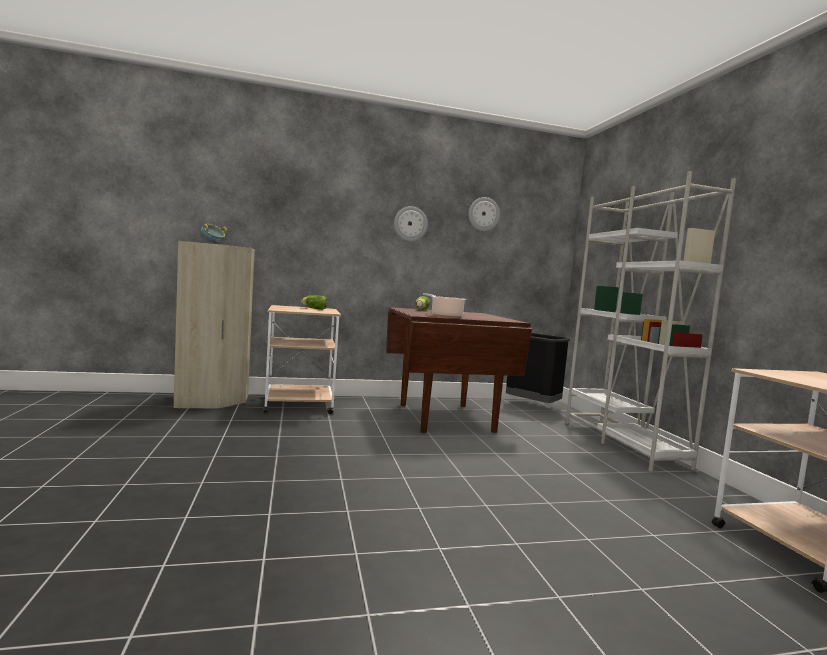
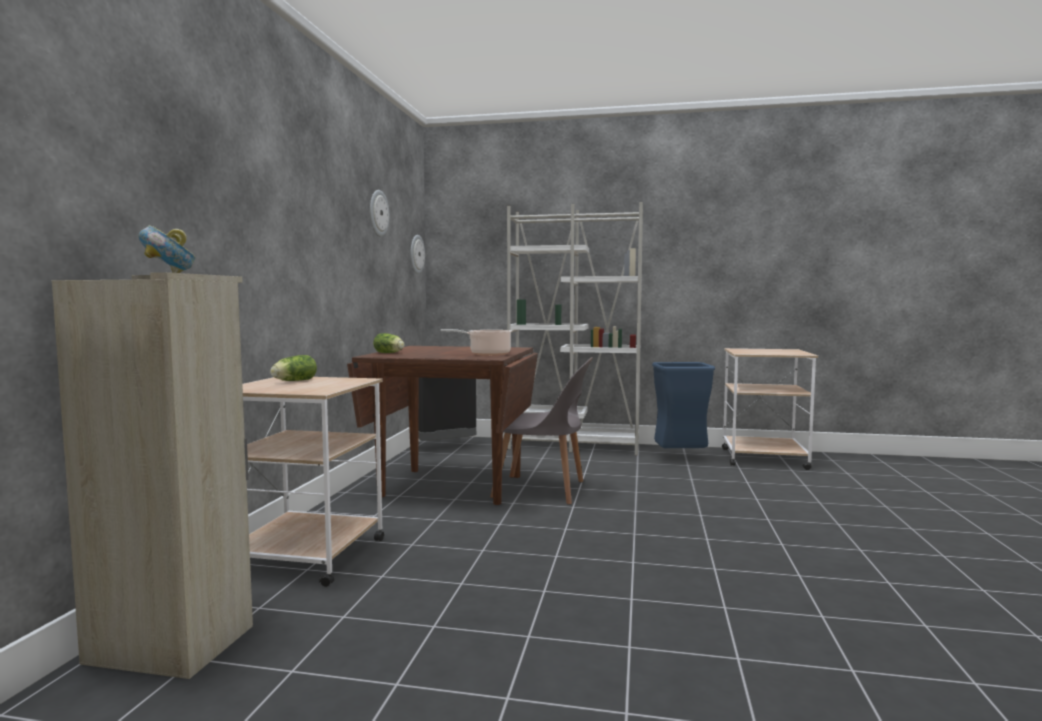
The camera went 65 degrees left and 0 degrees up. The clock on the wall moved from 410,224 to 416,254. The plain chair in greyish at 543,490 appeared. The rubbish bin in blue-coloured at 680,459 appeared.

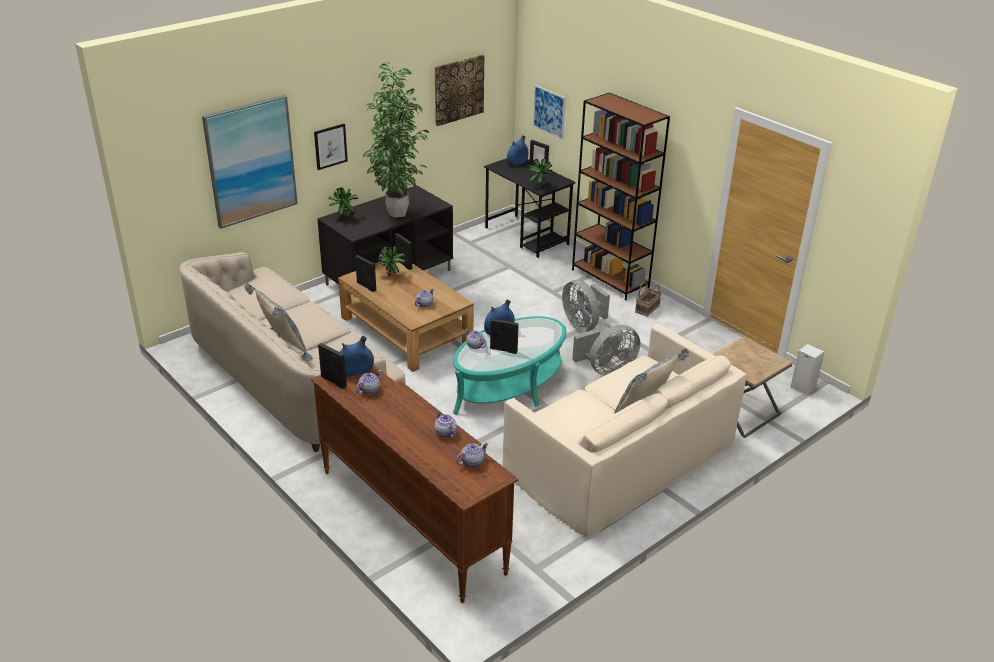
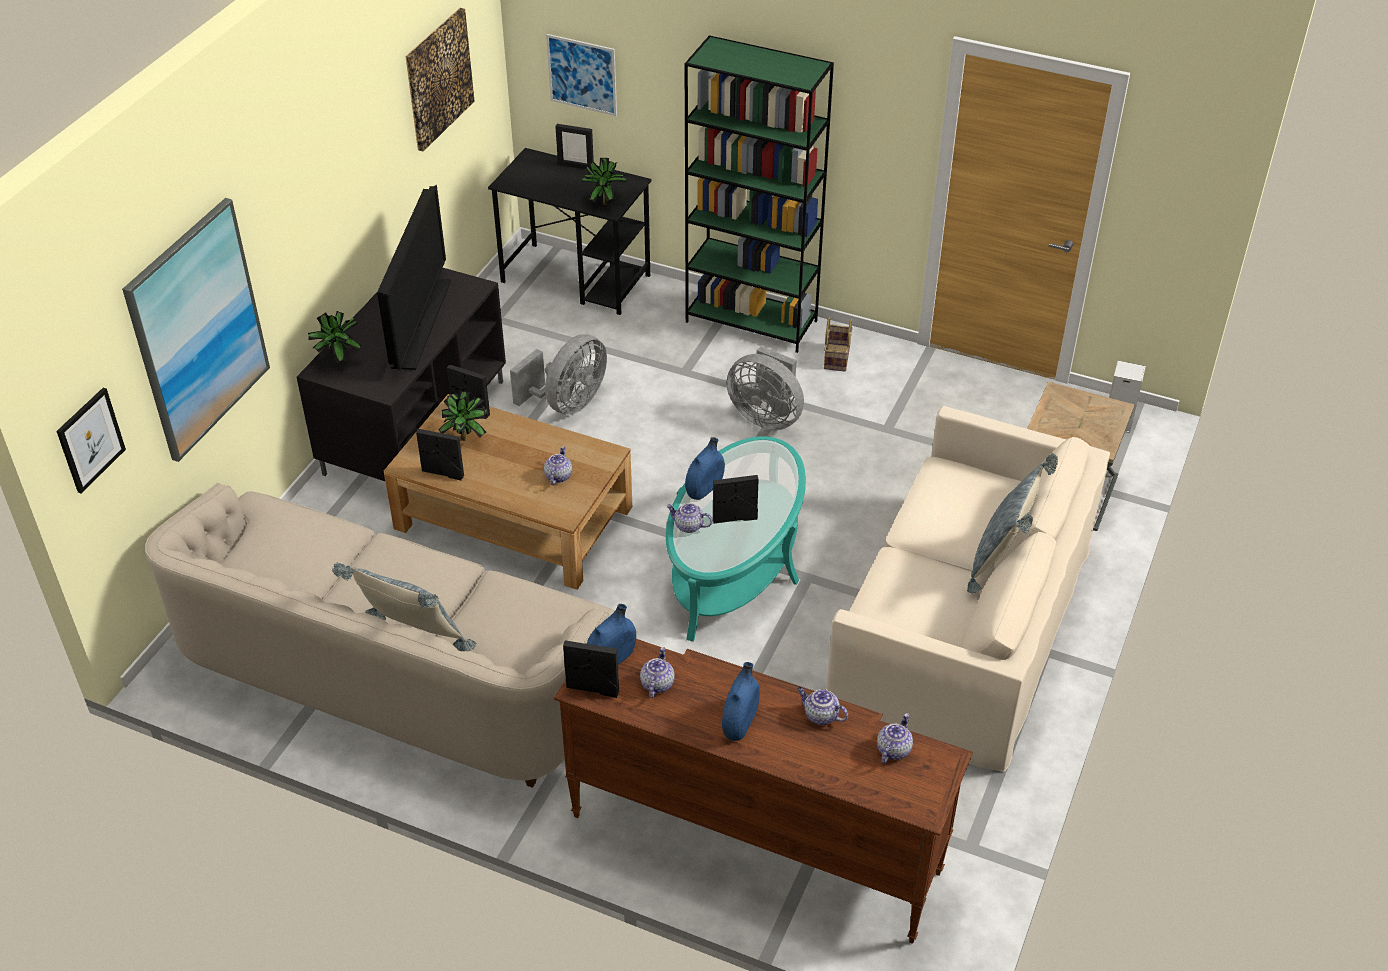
The camera went 25 degrees left and 10 degrees up. The wall picture moved from 330,146 to 90,440. The houseplant at 397,212 was replaced by the TV set at 420,323. The cooling fan in greyish moved from 606,370 to 567,403. The bookcase in brownish at 610,279 became the bookcase in green-coloured at 752,321. The decorative vase in blue-coloured moved from 517,163 to 740,721.

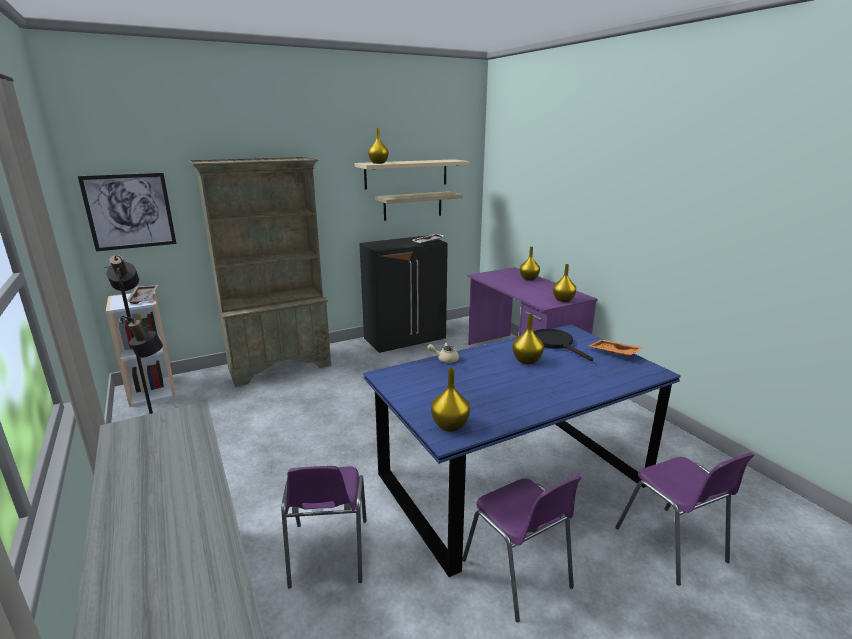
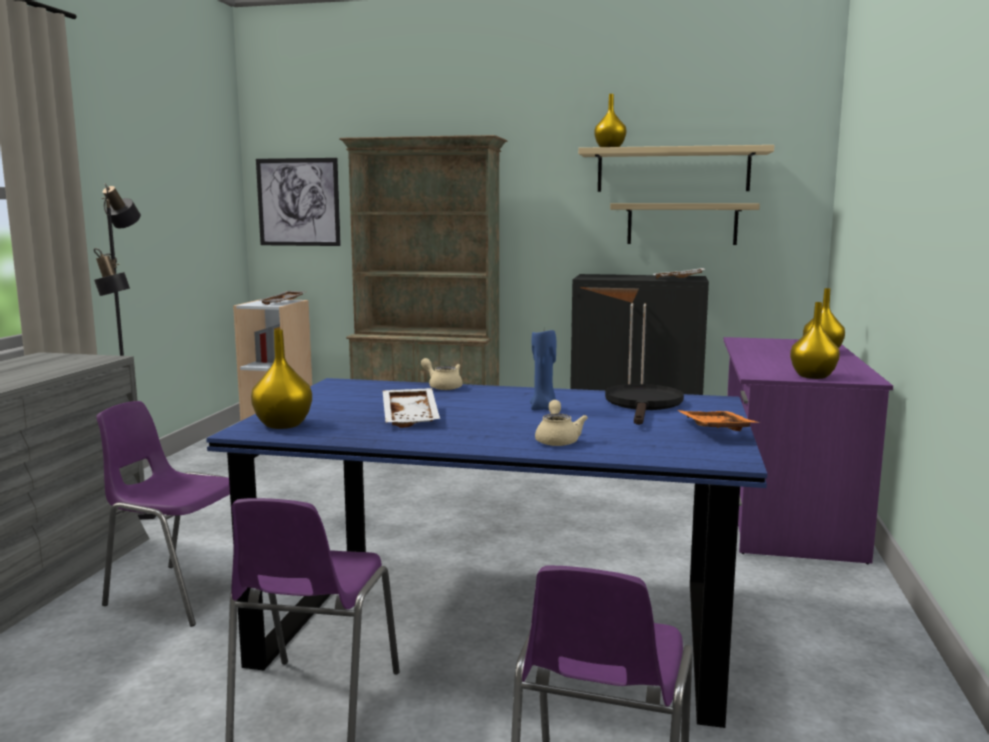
The camera went 40 degrees right and 10 degrees down. The plain chair in purplish at 328,554 turned 75 degrees clockwise. The serving tray in white-coloured at 412,417 appeared. The decorative vase in yellowish at 527,361 was replaced by the candle in blue-coloured at 544,408. The teapot in beige at 557,440 appeared.

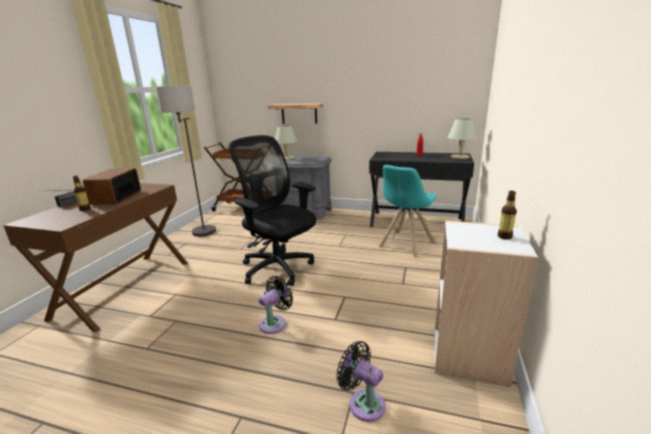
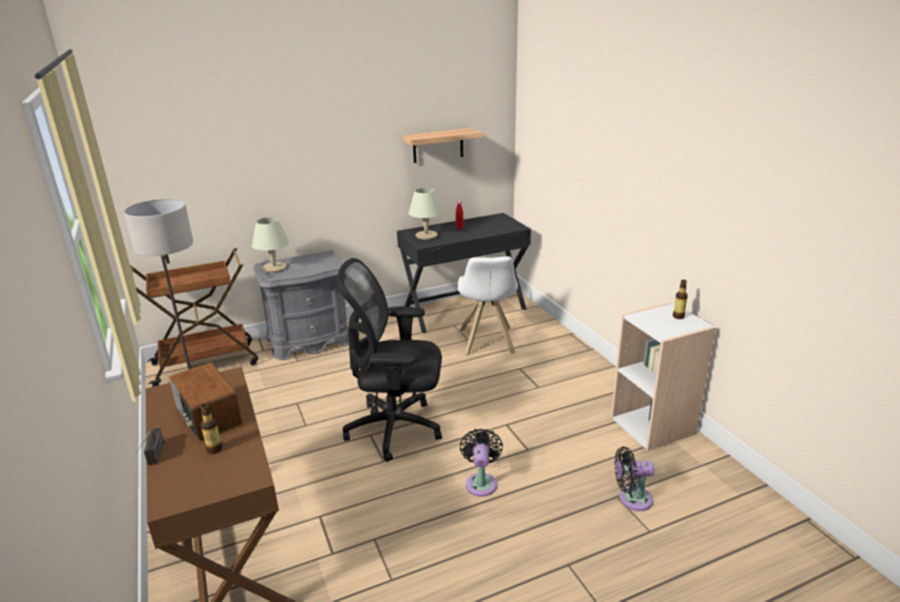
The camera went 40 degrees left and 5 degrees up. The shelf moved from 299,113 to 438,145. The table lamp in beige moved from 459,157 to 426,236. The plain chair in blue-green at 405,243 became the plain chair in white-coloured at 487,341.

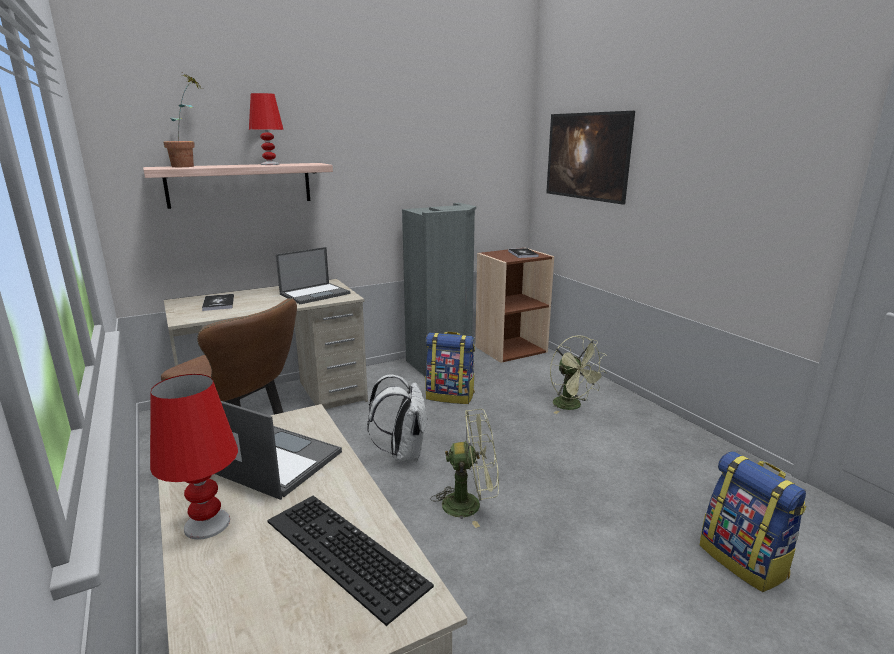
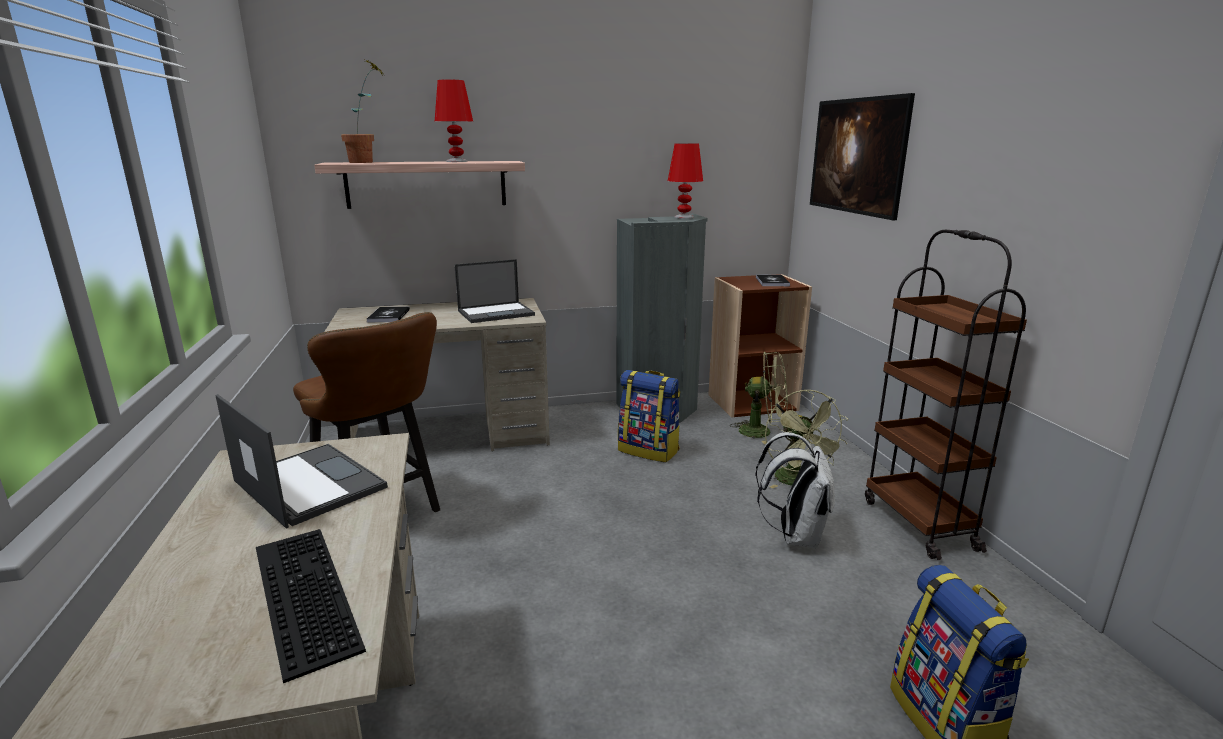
The camera went 15 degrees right and 0 degrees up. The table lamp in red moved from 206,524 to 683,217. The cooling fan in green-coloured moved from 470,504 to 762,432. The rucksack in white-coloured moved from 403,453 to 795,535. The wheeled cart in brownish at 919,524 appeared.

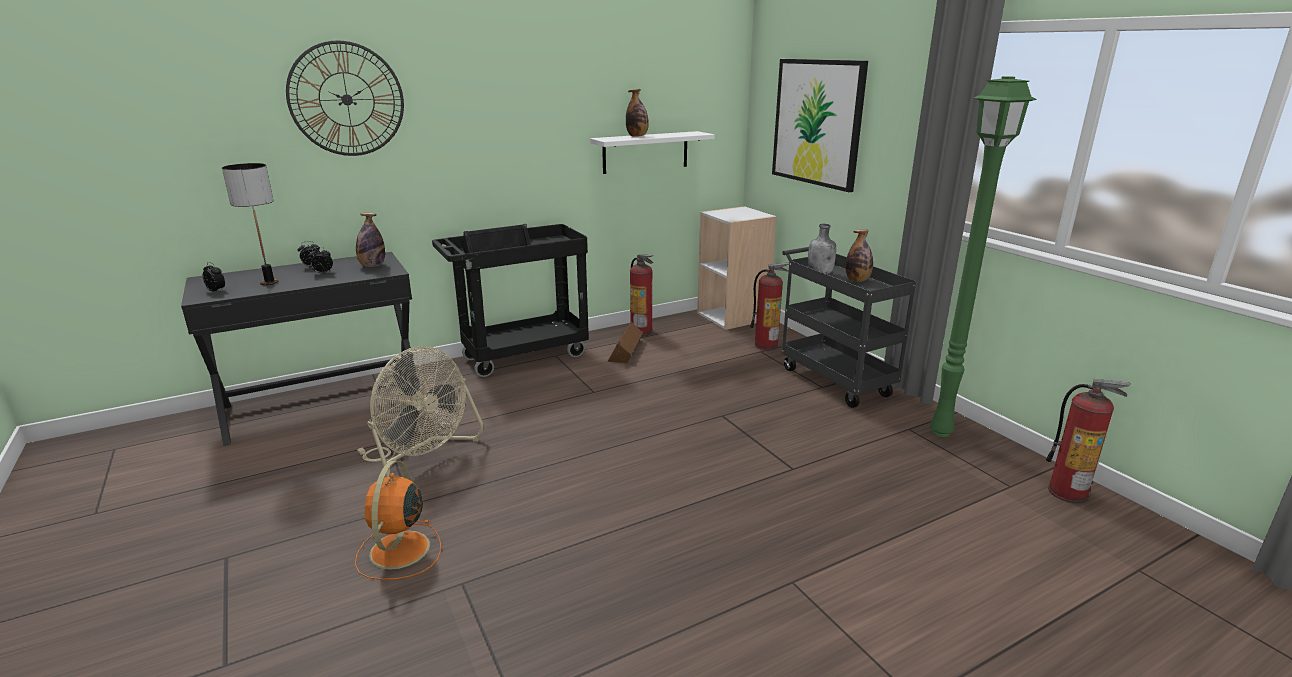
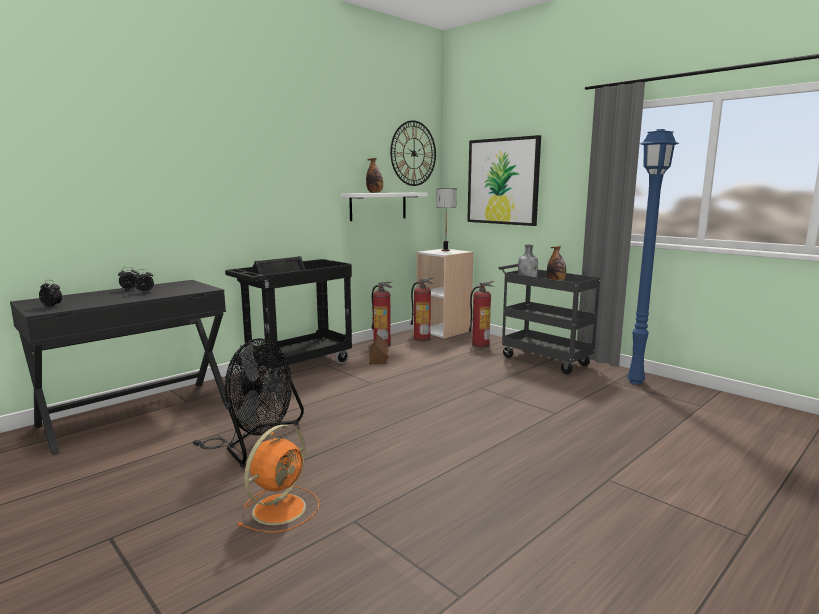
The camera went 15 degrees left and 10 degrees down. The cooling fan in beige at 418,459 became the cooling fan in blackish at 253,442. The cooling fan in orange at 399,551 turned 135 degrees counterclockwise. The clock on the wall moved from 347,99 to 413,153. The fire-fighting cylinder moved from 1068,492 to 422,339. The table lamp moved from 269,283 to 445,250. The standing lamp in green-coloured at 943,433 became the standing lamp in blue-coloured at 637,382. The drink bottle at 372,266 disappeared.

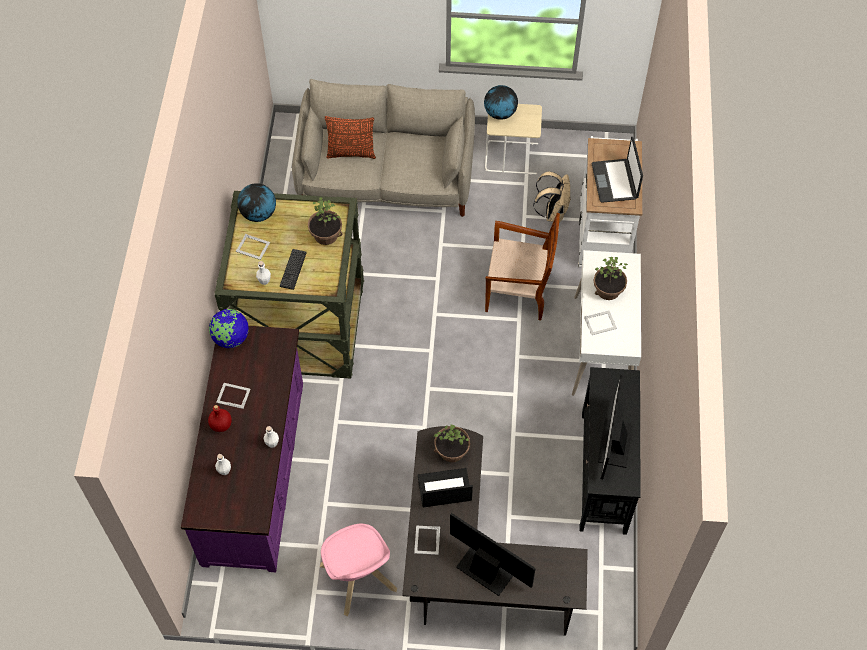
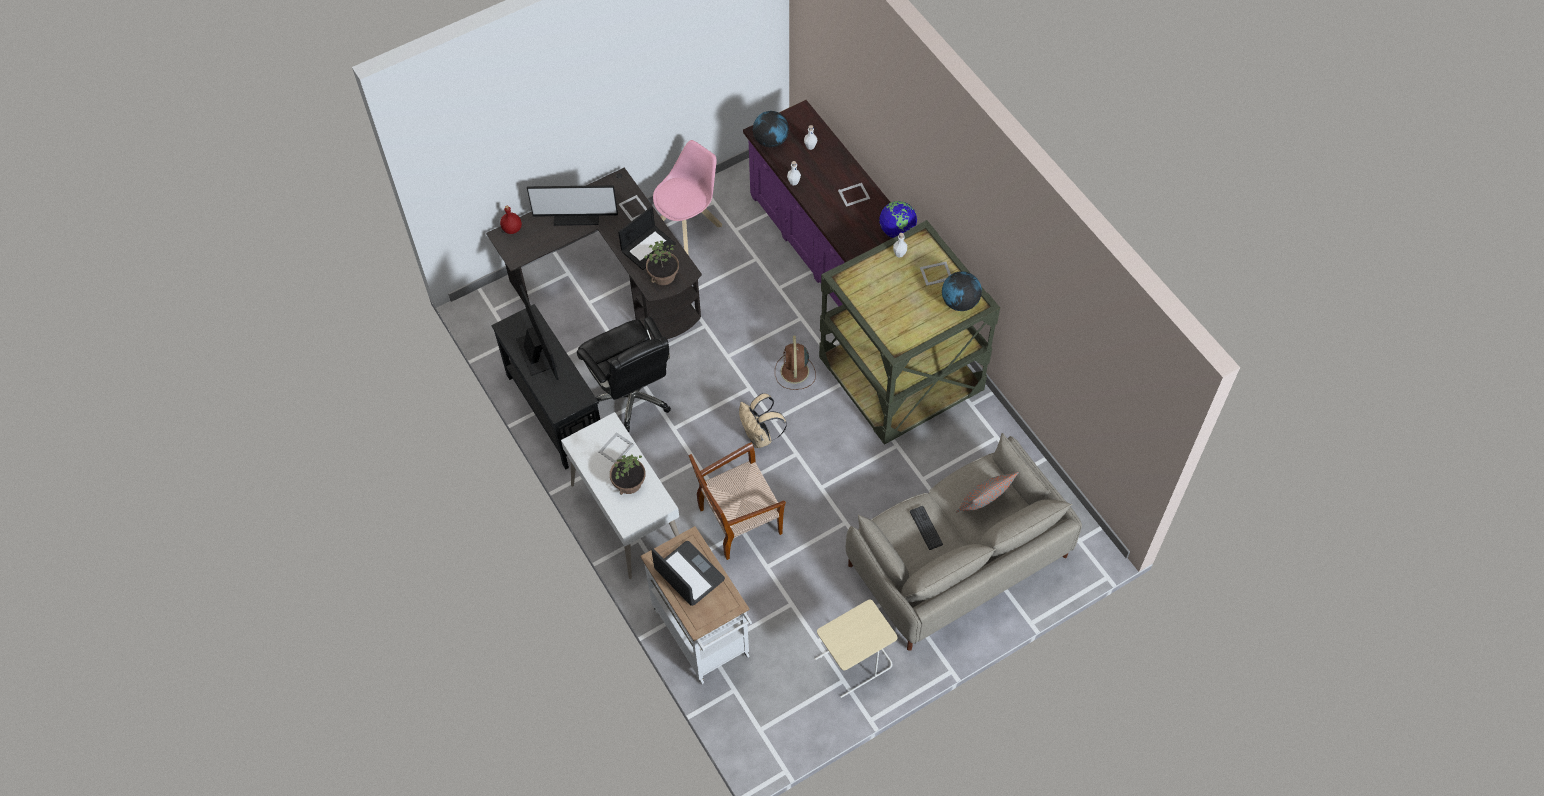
The camera went 145 degrees right and 0 degrees up. The drink bottle in red moved from 221,425 to 512,229. The office chair in blackish at 632,395 appeared. The plain chair in pinkish at 359,580 turned 105 degrees clockwise. The rucksack in beige moved from 553,212 to 760,436. The globe moved from 500,113 to 771,140. The cooling fan in brownish at 794,372 appeared. The computer keyboard moved from 293,269 to 926,528. The cushion in brownish at 351,153 became the cushion in greyish at 983,504. The houseplant at 325,235 disappeared.

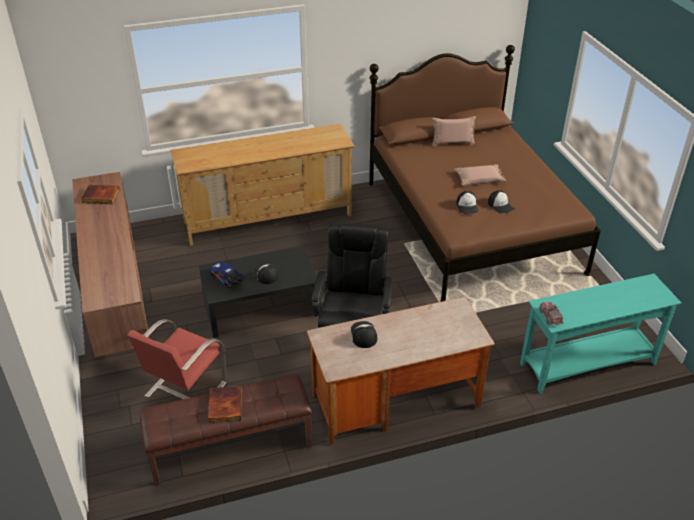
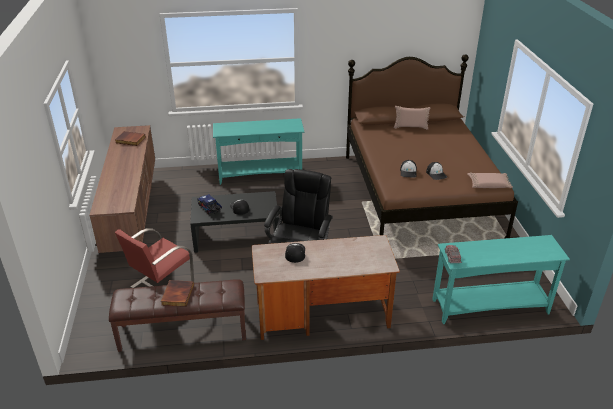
The camera went 10 degrees right and 5 degrees down. The drawer chest in brownish at 268,219 was replaced by the console table in blue-green at 260,174. The cushion in beige moved from 479,178 to 489,183.

